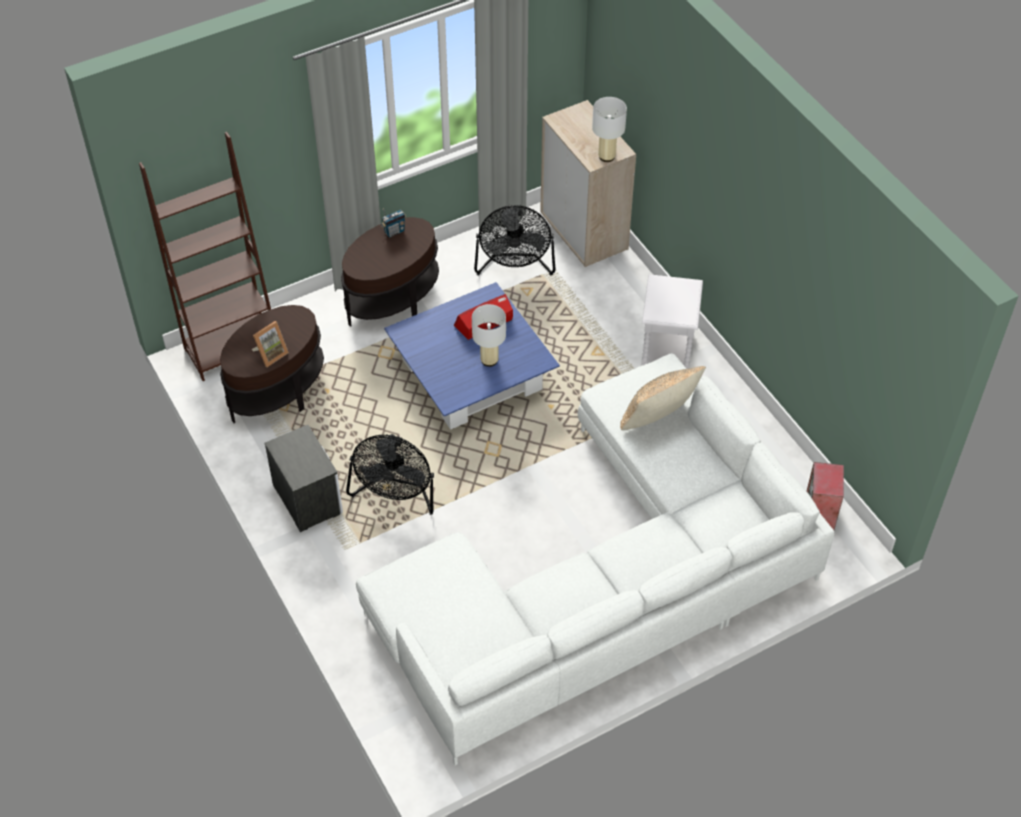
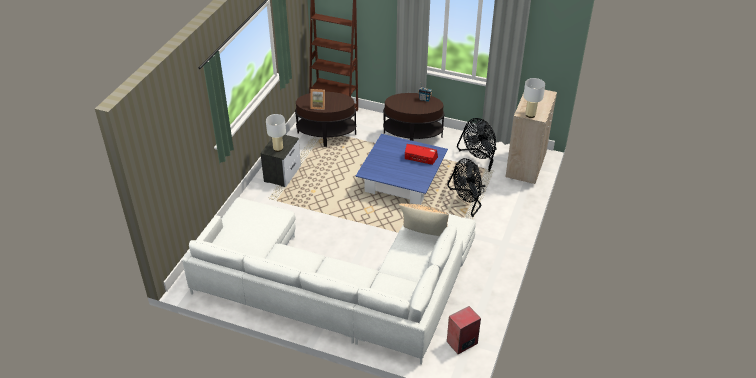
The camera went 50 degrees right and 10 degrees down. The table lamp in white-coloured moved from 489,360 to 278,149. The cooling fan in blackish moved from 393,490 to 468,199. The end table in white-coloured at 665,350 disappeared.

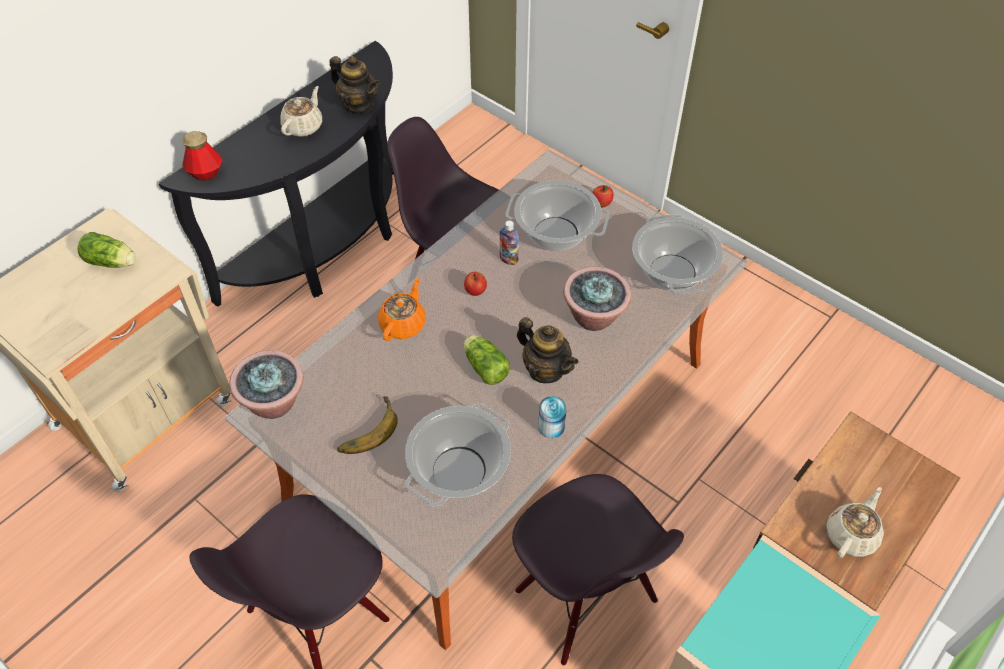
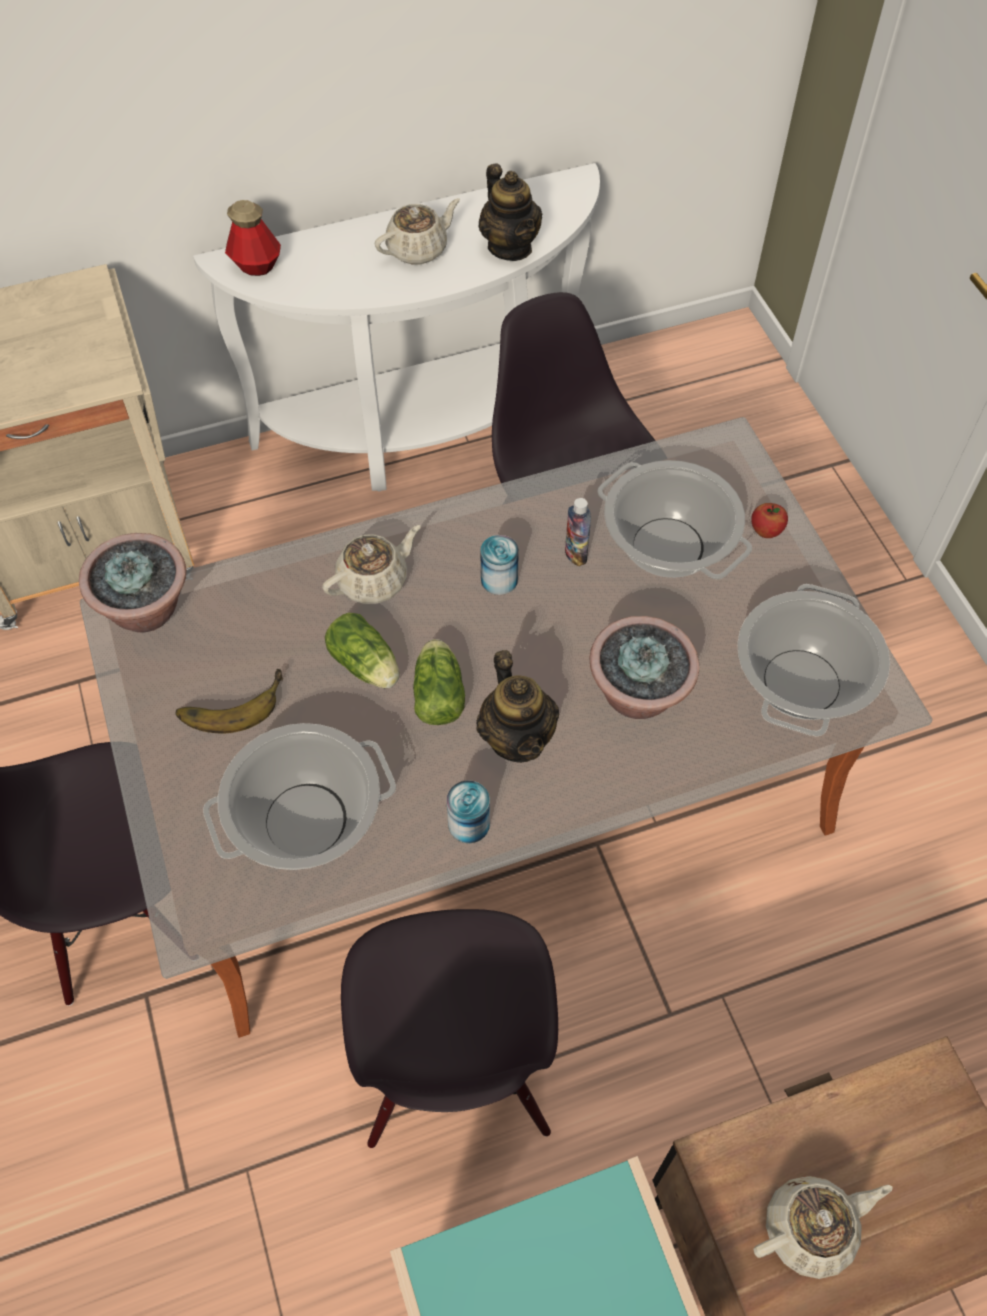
The camera went 30 degrees right and 5 degrees up. The console table in blackish at 327,249 became the console table in white-coloured at 429,432. The teapot in orange at 403,324 became the teapot in beige at 374,581. The head of lettuce moved from 112,262 to 367,666. The apple at 475,291 was replaced by the metal can at 499,579.

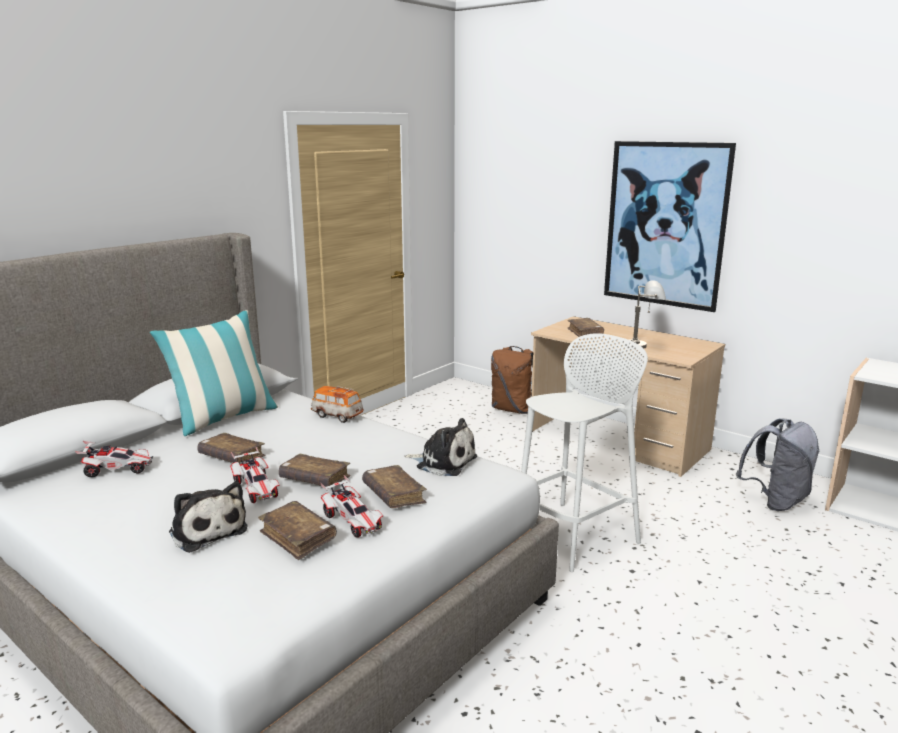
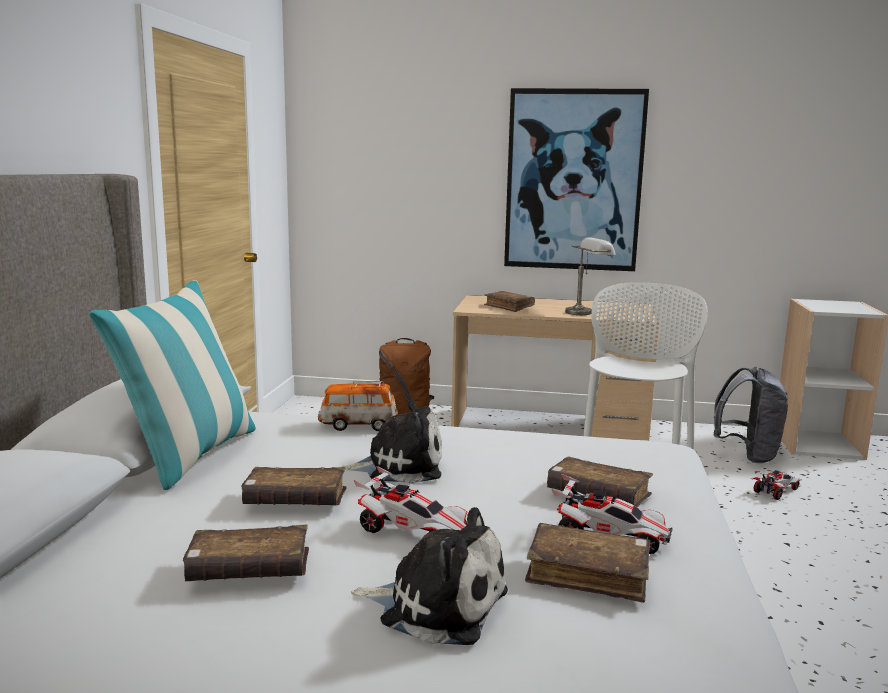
The camera went 30 degrees left and 5 degrees down. The book in brownish moved from 315,479 to 249,570. The cuddly toy moved from 443,462 to 399,466. The model car moved from 118,470 to 776,491.

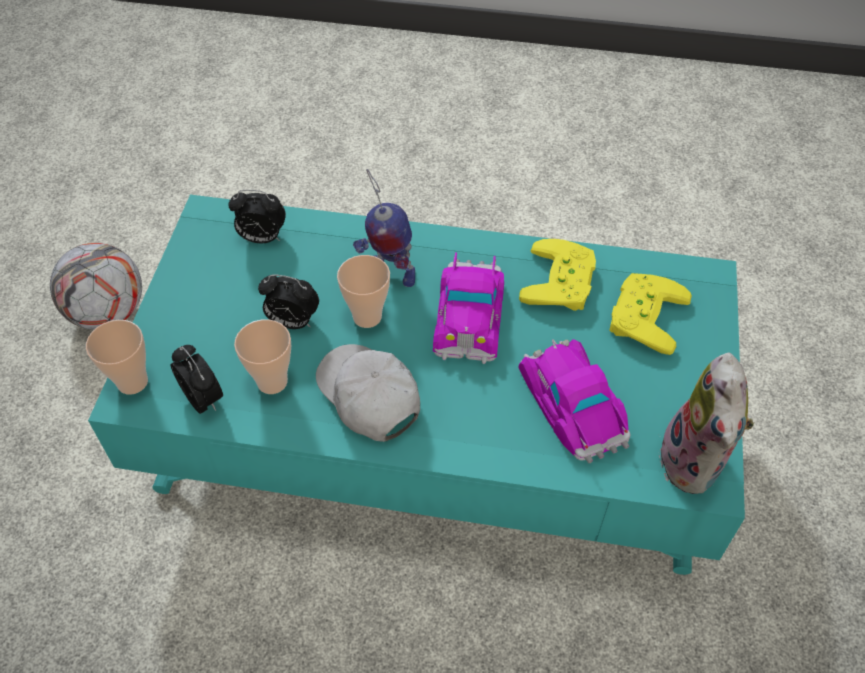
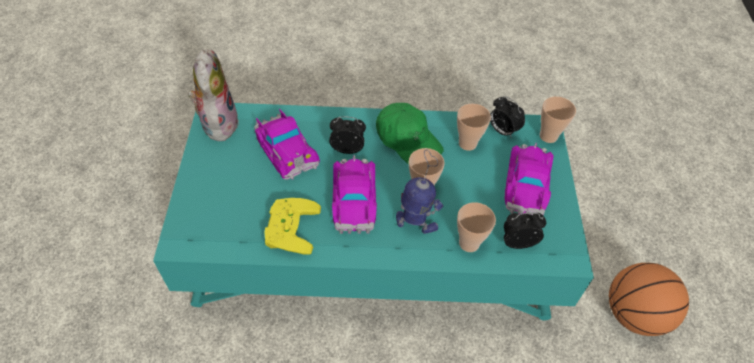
The camera went 170 degrees right and 0 degrees up. The alarm clock moved from 292,322 to 348,148. The peaked cap in white-coloured at 369,397 became the peaked cap in green-coloured at 408,140. The cup at 469,243 appeared. The model car at 527,183 appeared. The football at 109,313 was replaced by the basketball ball at 634,314. The gamepad in yellowish at 642,314 disappeared.

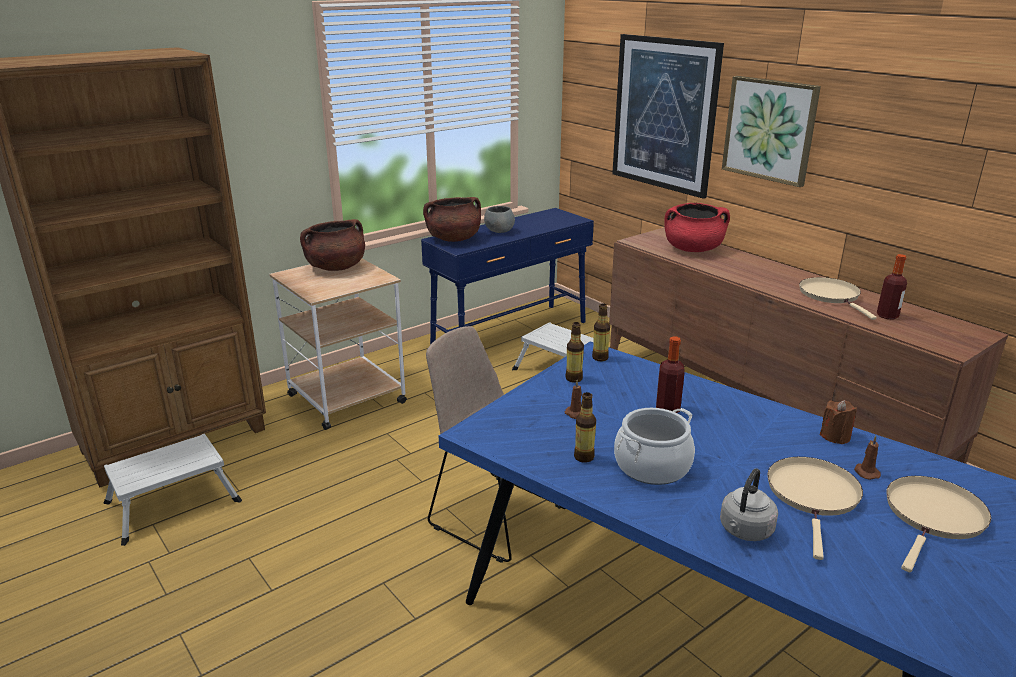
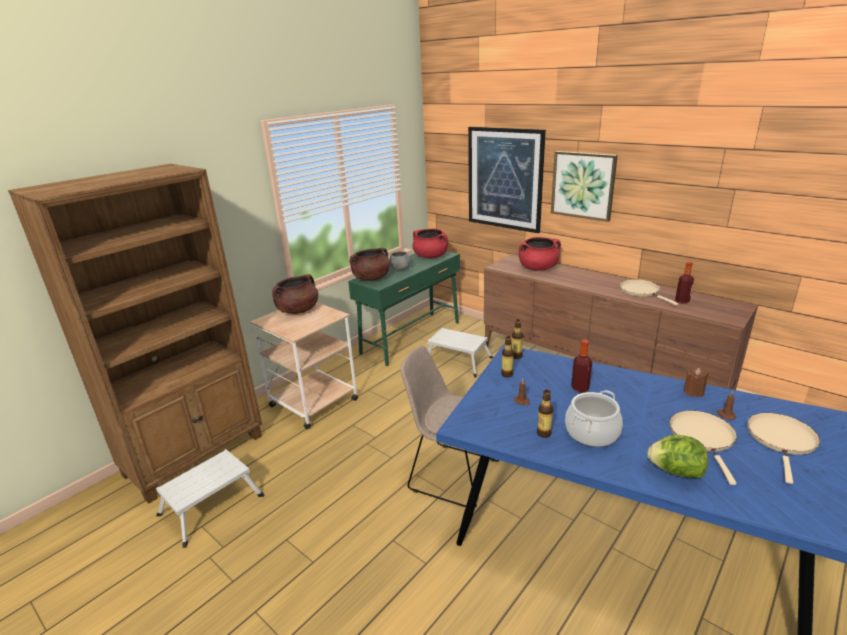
The camera went 10 degrees left and 0 degrees up. The console table in blue-coloured at 511,334 became the console table in green-coloured at 412,338. The stockpot in red at 430,256 appeared. The kettle in greyish at 745,531 was replaced by the head of lettuce at 675,471.

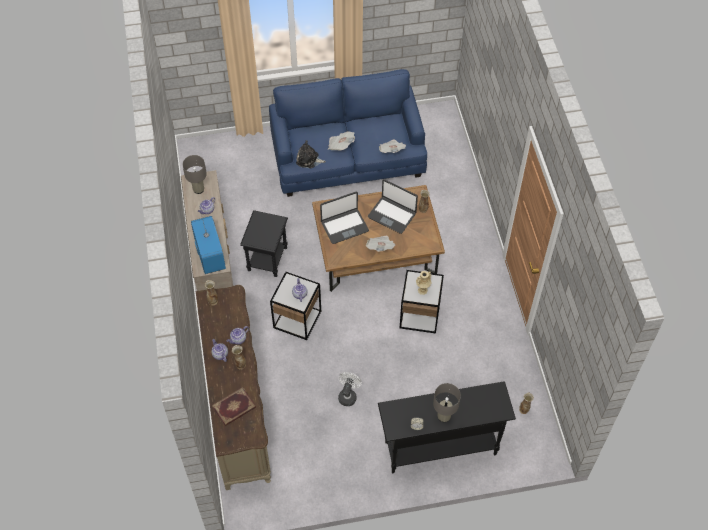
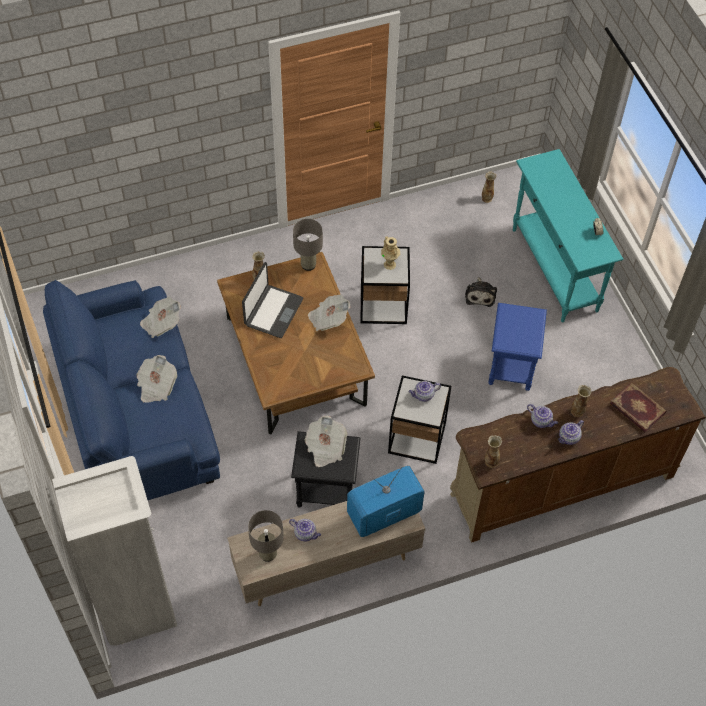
The camera went 100 degrees left and 0 degrees up. The cabinet in white-coloured at 138,611 appeared. The table lamp in greyish moved from 443,416 to 308,265. The printed paper at 325,448 appeared. The cuddly toy moved from 309,160 to 480,295. The cooling fan in white-coloured at 348,395 was replaced by the end table in blue-coloured at 512,366. The console table in blackish at 440,447 became the console table in blue-green at 554,270. The portable computer at 344,226 disappeared.

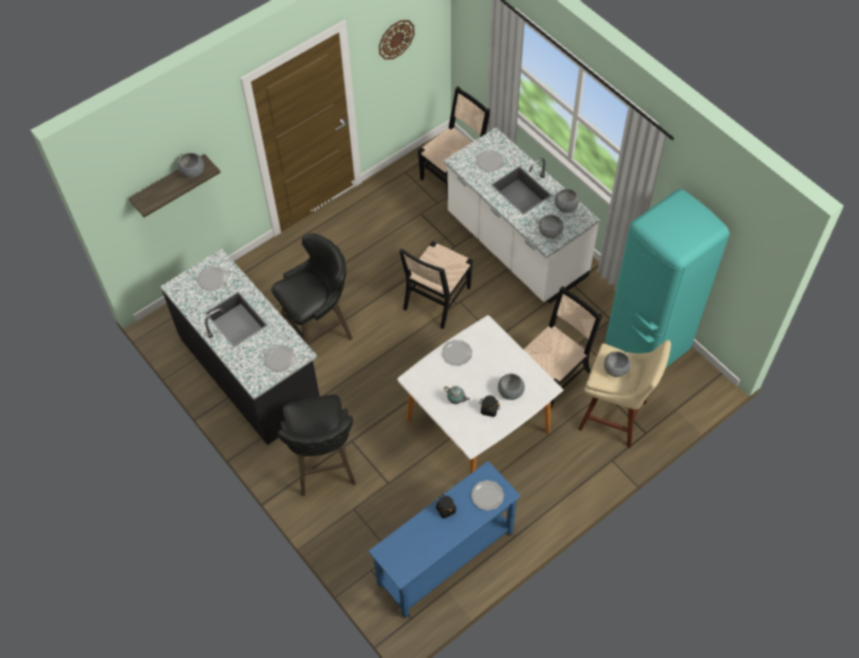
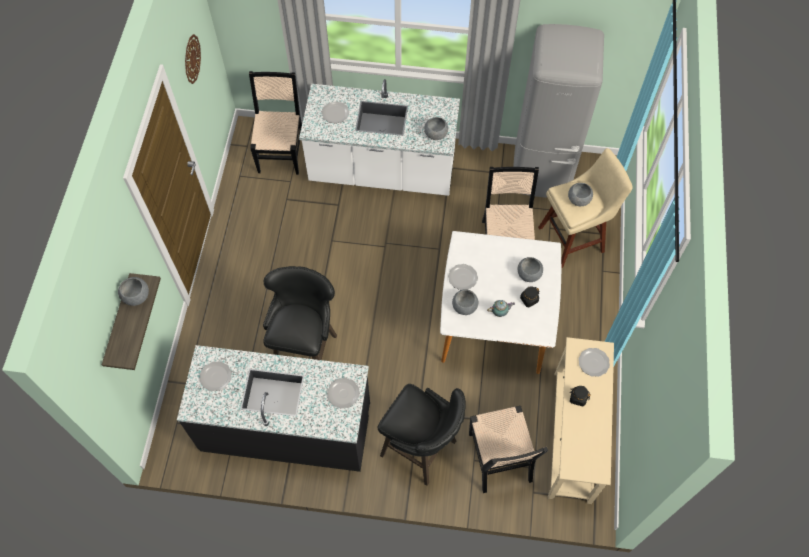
The camera went 45 degrees left and 5 degrees up. The bowl in greyish moved from 565,206 to 464,306. The plain chair moved from 437,299 to 499,458. The fridge in blue-green at 645,346 became the fridge in greyish at 541,174. The console table in blue-coloured at 445,559 became the console table in beige at 572,437.

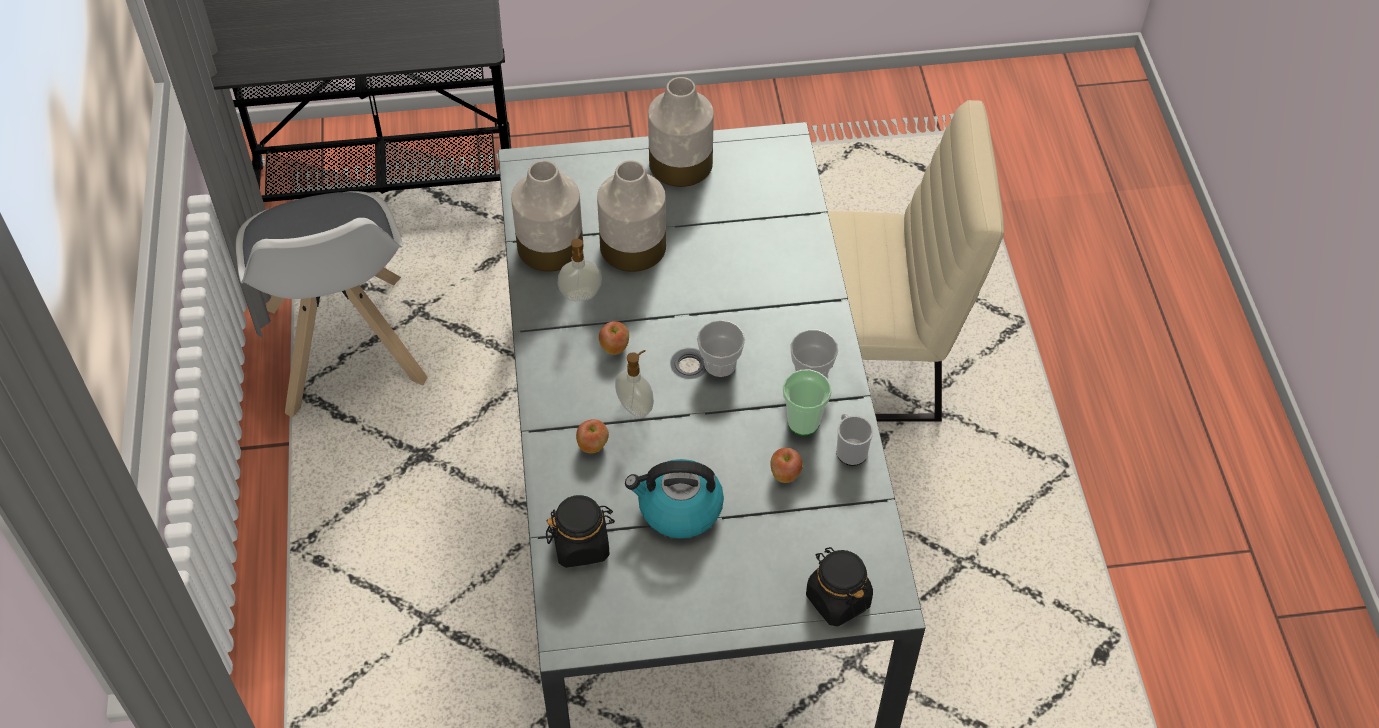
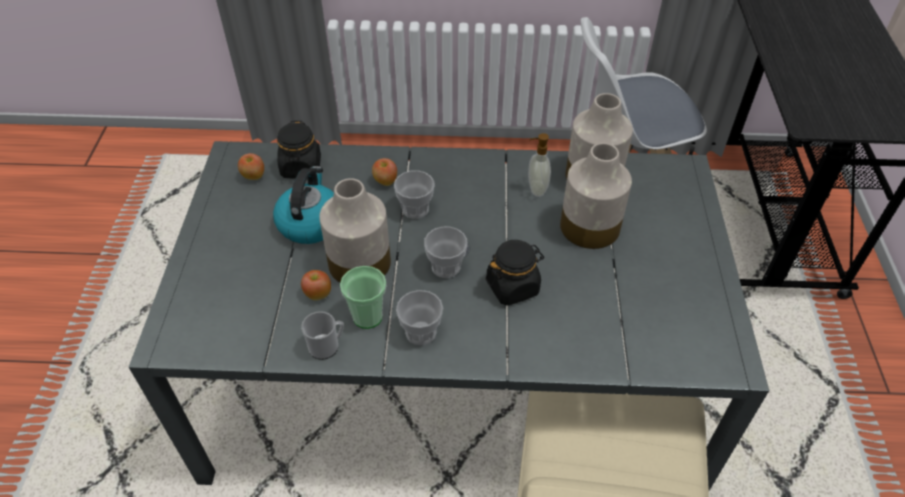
The camera went 100 degrees right and 5 degrees down. The apple moved from 615,347 to 253,176. The decorative vase in beige moved from 681,163 to 359,263. The liquid soap bottle at 636,406 was replaced by the cup at 415,209. The storage jar in blackish moved from 837,599 to 513,287.

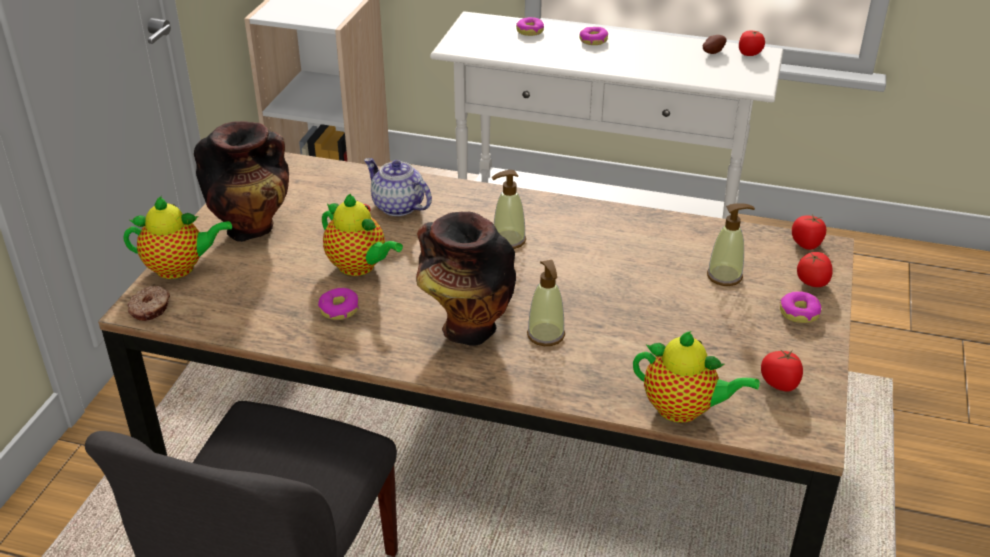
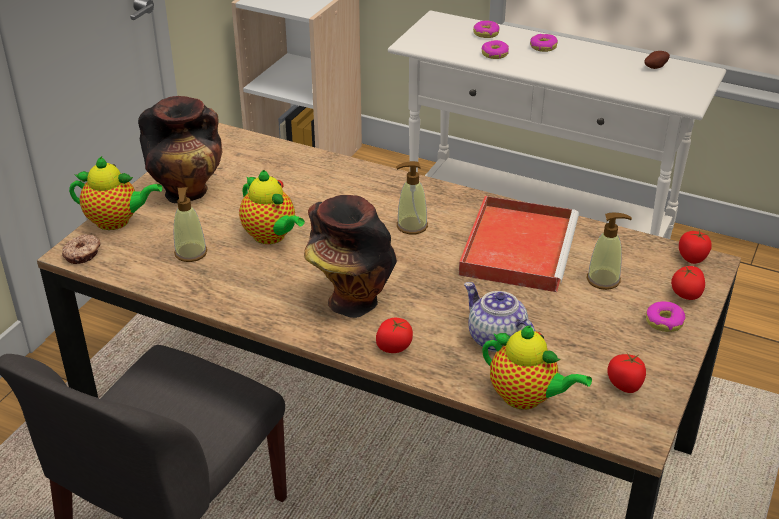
The camera went 10 degrees right and 0 degrees up. The liquid soap bottle moved from 546,335 to 191,253. The tomato moved from 749,53 to 394,347. The serving tray in red at 518,246 appeared. The teapot moved from 397,206 to 495,339. The doughnut moved from 339,309 to 494,54.

